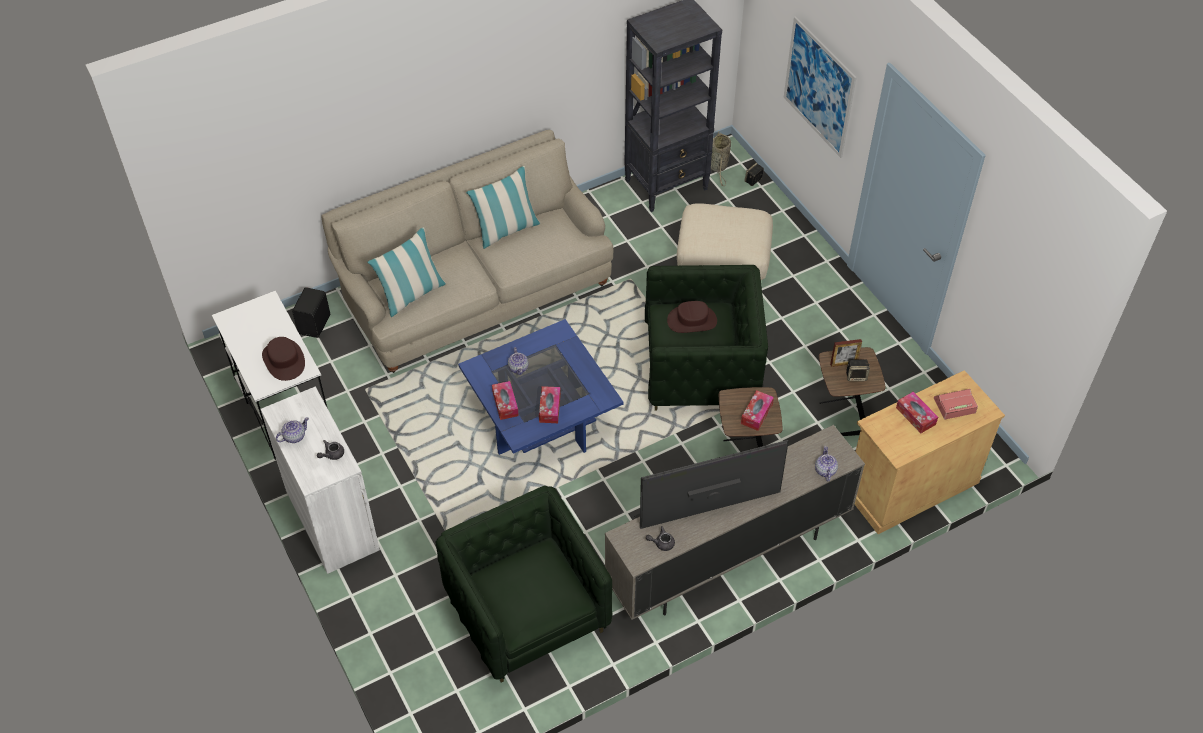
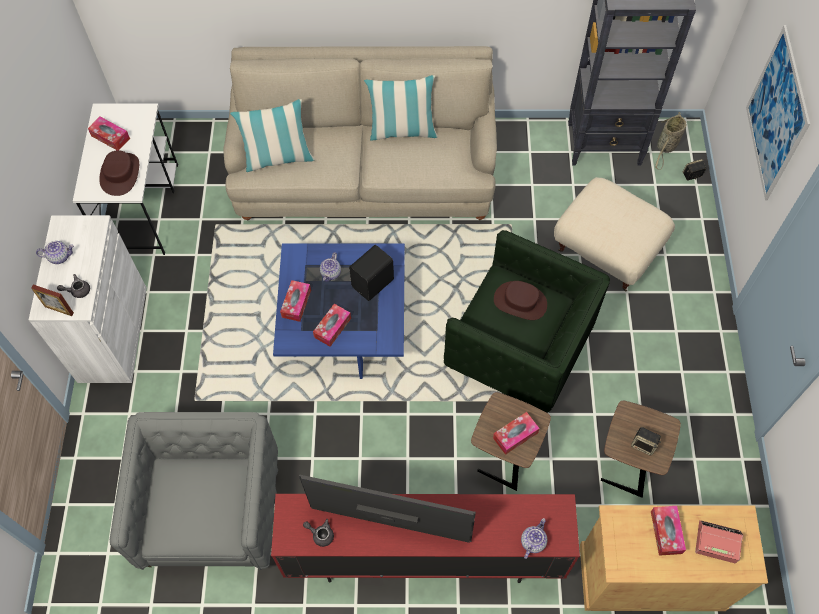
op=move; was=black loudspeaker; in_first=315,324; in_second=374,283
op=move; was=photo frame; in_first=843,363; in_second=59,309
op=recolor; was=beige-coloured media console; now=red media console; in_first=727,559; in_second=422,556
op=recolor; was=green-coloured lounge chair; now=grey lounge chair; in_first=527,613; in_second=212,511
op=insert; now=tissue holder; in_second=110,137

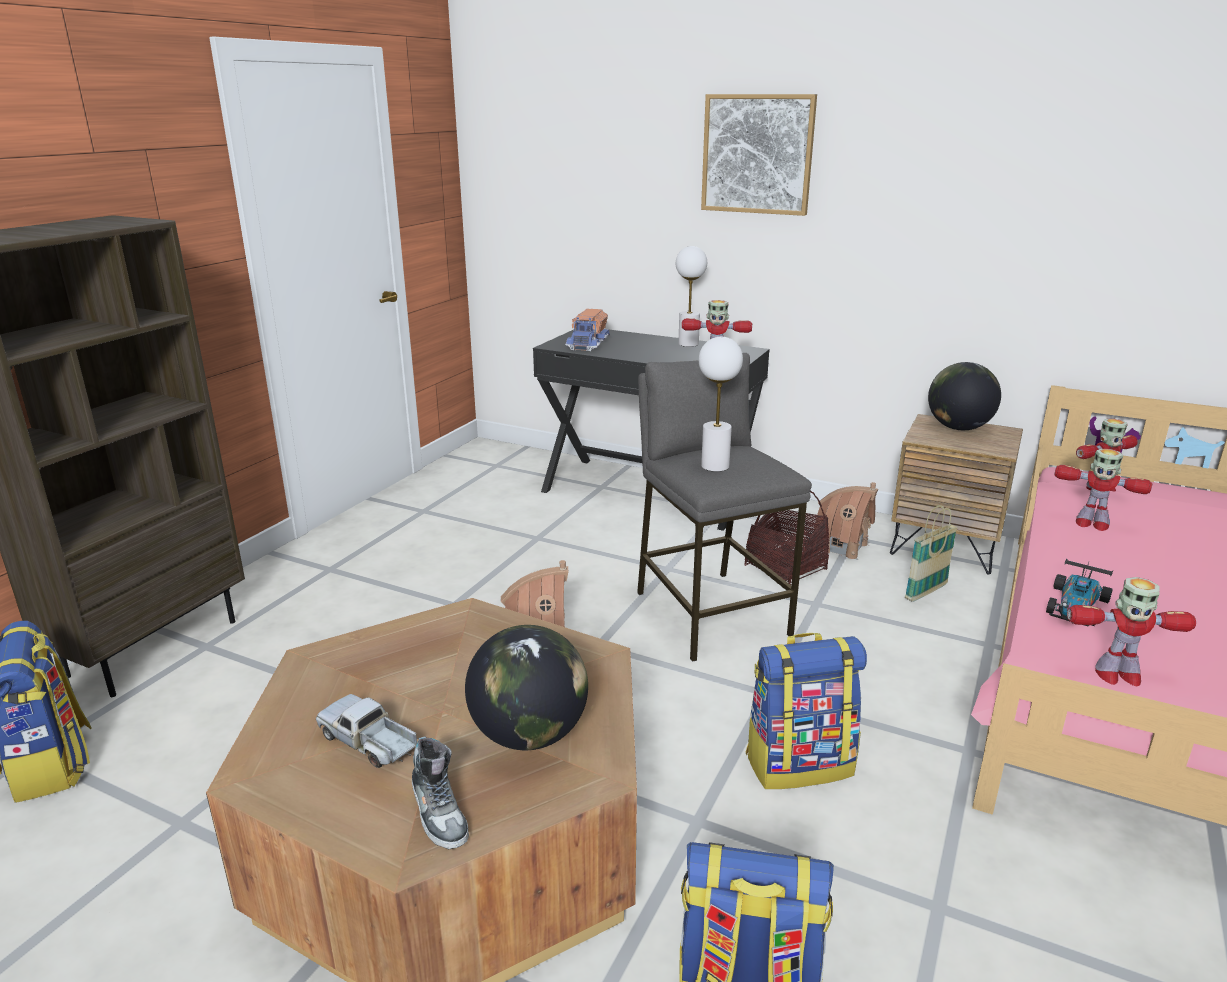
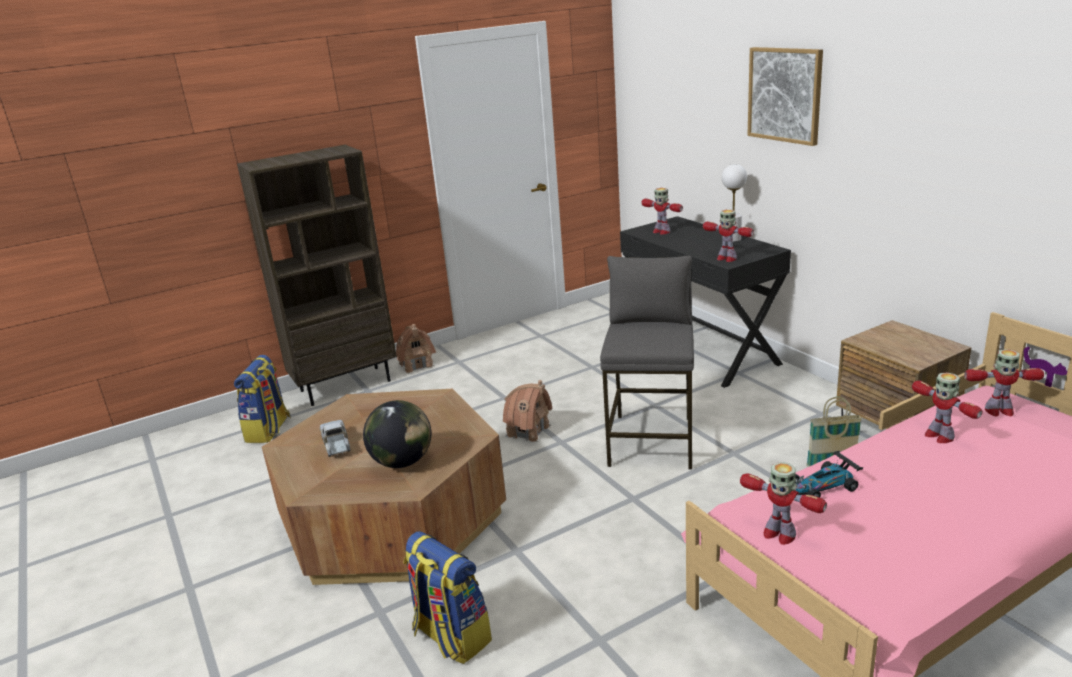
op=replace; was=toy lorry; now=robot figure; in_first=588,343; in_second=661,231
op=delete; was=white table lamp; in_first=715,466
op=delete; was=world globe; in_first=958,428
op=move; was=toy house; in_first=842,546; in_second=416,365
op=delete; was=household basket; in_first=786,568
op=delete; was=backpack; in_first=799,763
op=delete; was=low shoe; in_first=439,812

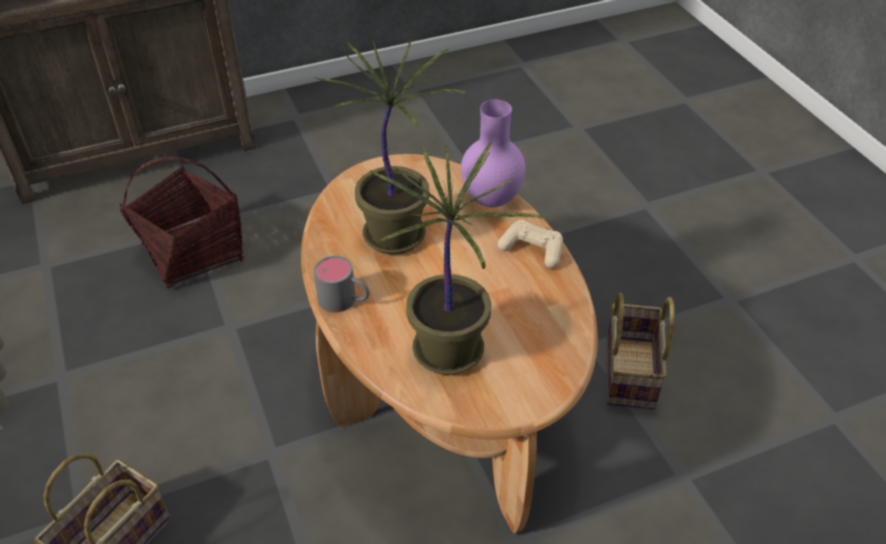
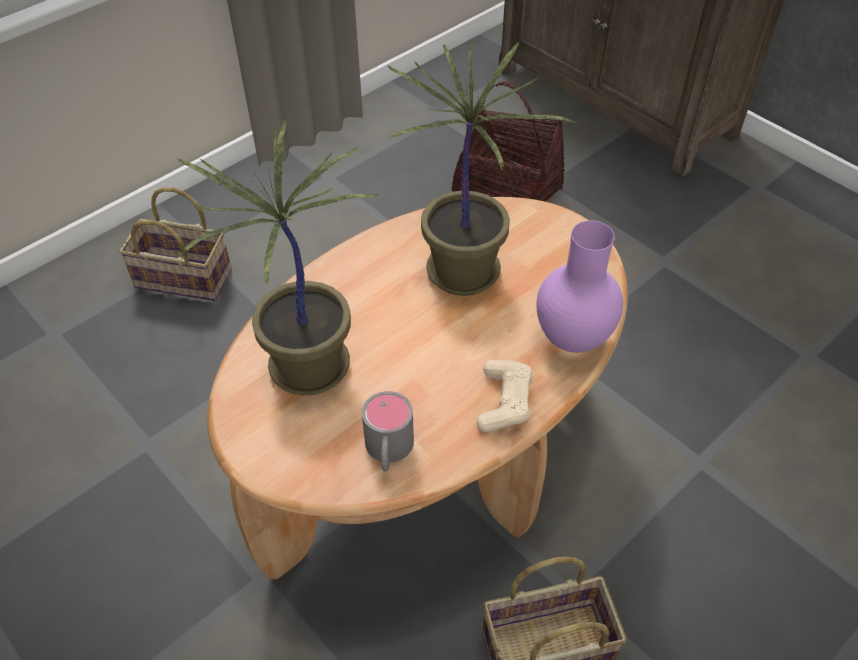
op=move; was=grey mug; in_first=345,301; in_second=388,451

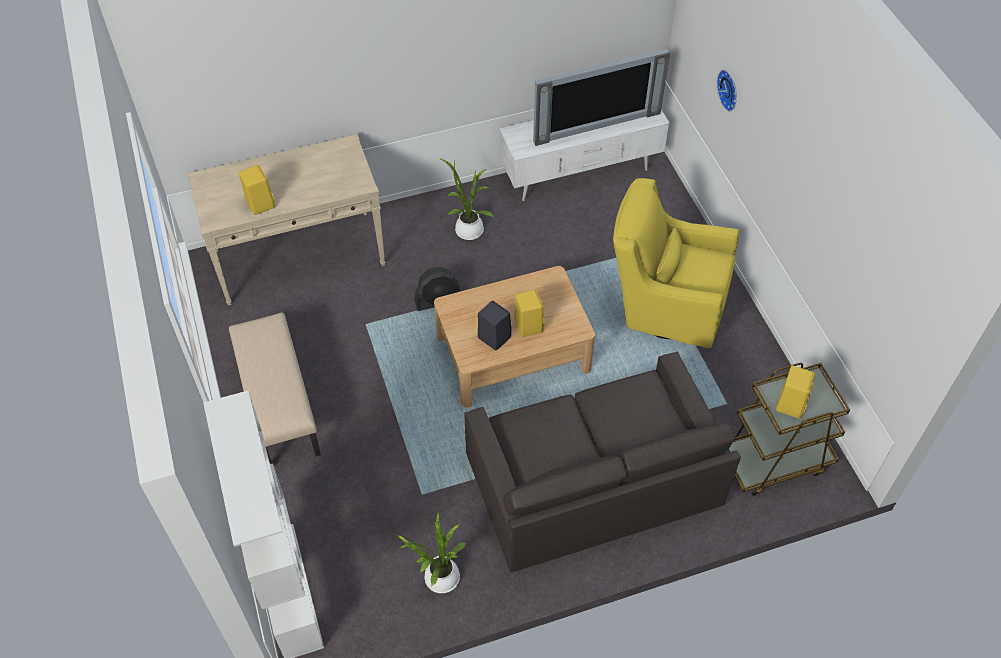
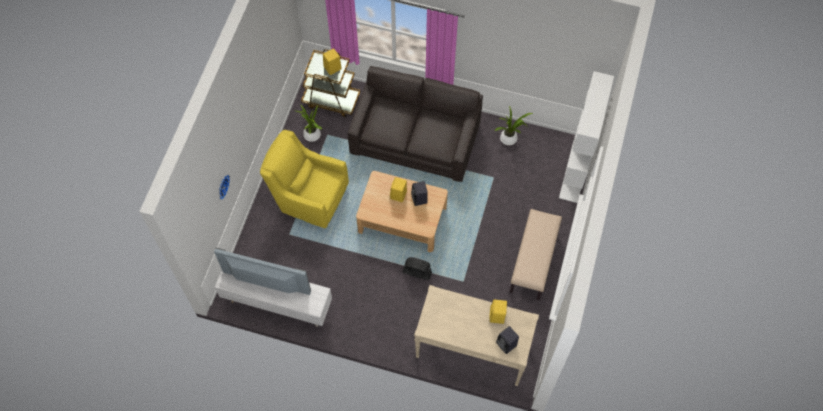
op=move; was=plant in a pot; in_first=467,229; in_second=312,136
op=rotate; was=yellowish lounge chair; in_first=664,306; in_second=309,197; clockwise=150
op=insert; now=black loudspeaker; in_second=507,344

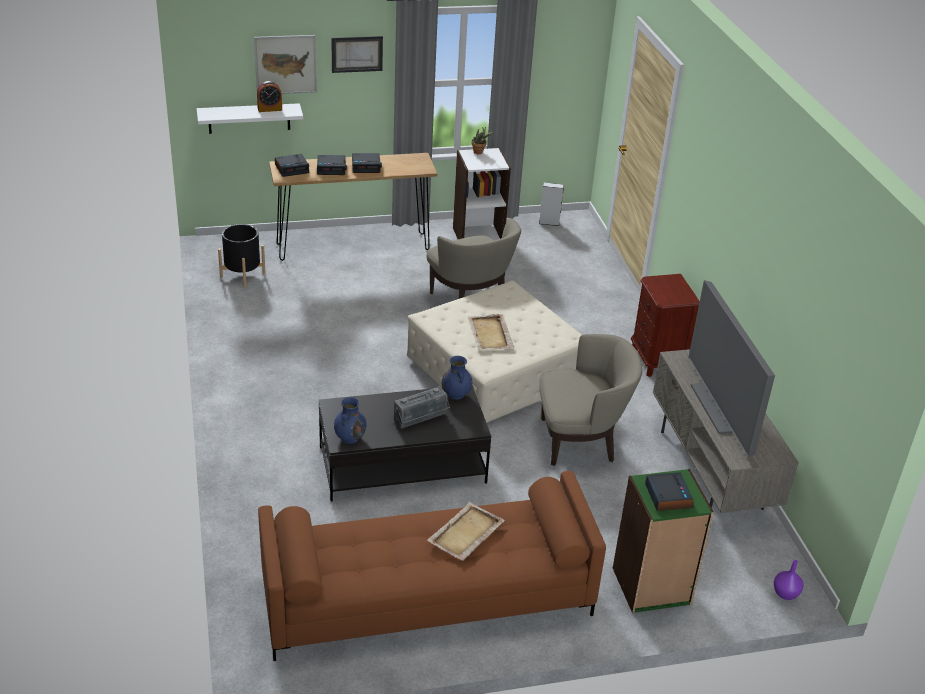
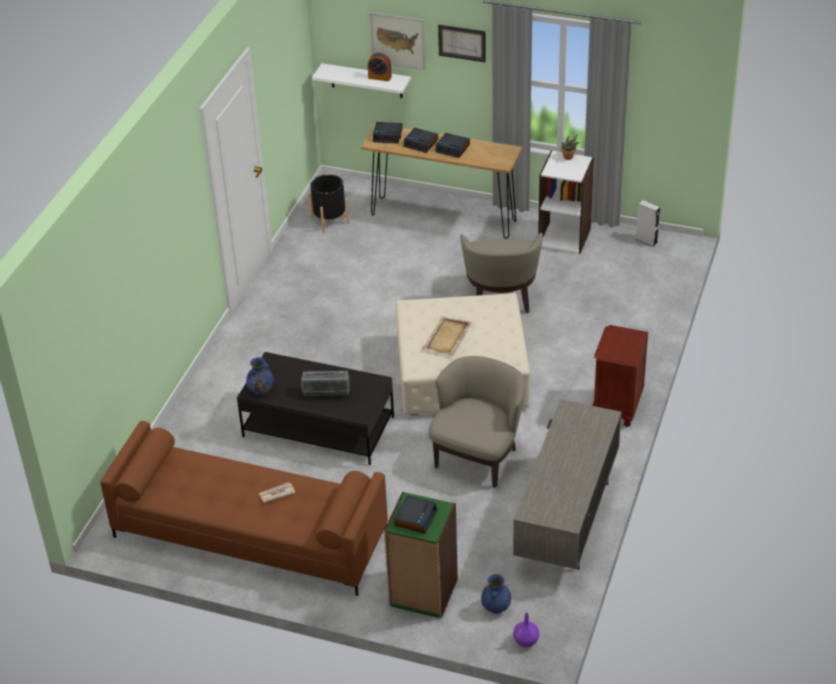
op=delete; was=TV set; in_first=722,408
op=rotate; was=beige-coloured lounge chair; in_first=580,441; in_second=478,457; clockwise=-90
op=move; was=blue vase; in_first=456,394; in_second=496,608
op=replace; was=beige-coloured tray; now=newspaper; in_first=465,533; in_second=276,493

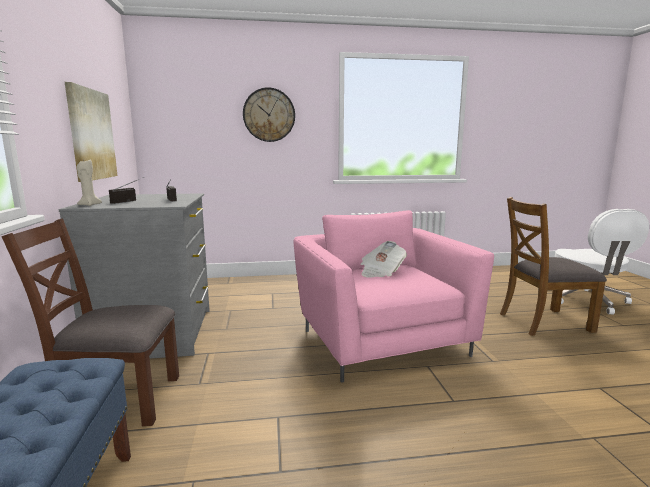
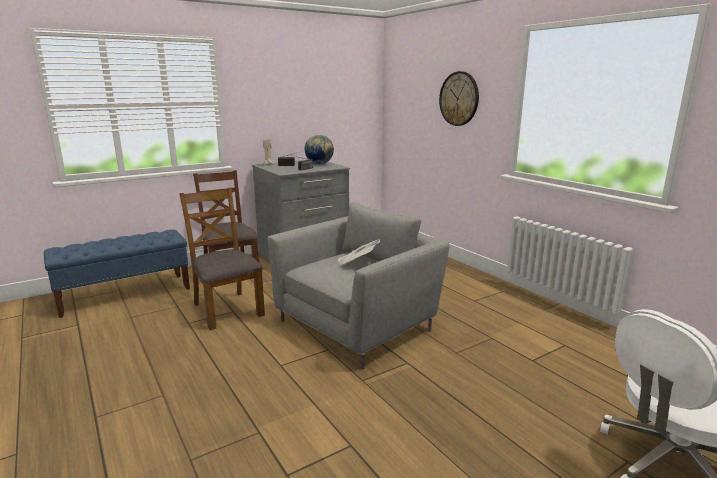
op=delete; was=wall picture; in_first=91,134
op=move; was=brown upright chair; in_first=544,322; in_second=227,309
op=recolor; was=pink-coloured lounge chair; now=grey lounge chair; in_first=381,340; in_second=358,324
op=insert; now=world globe; in_second=319,164

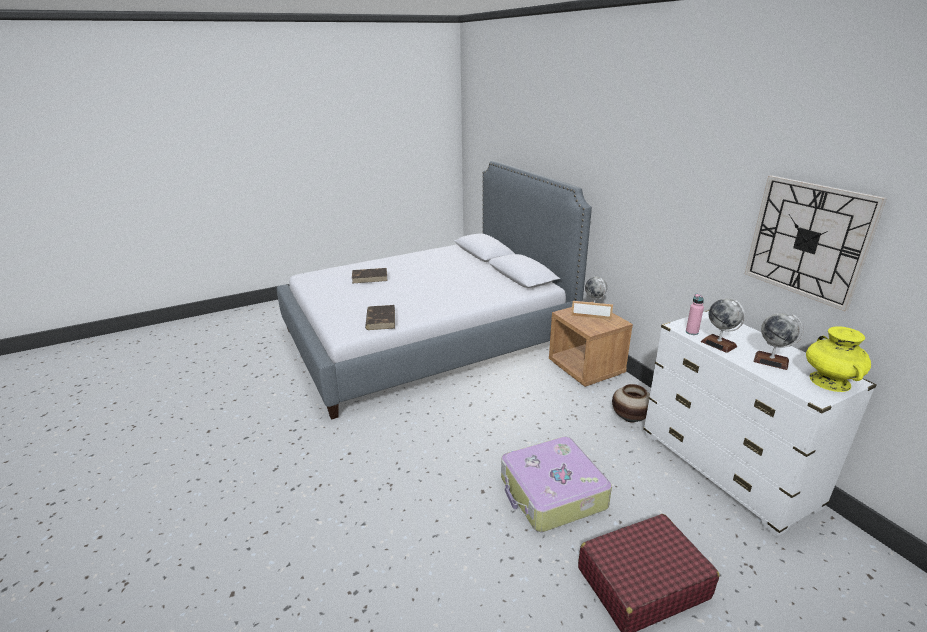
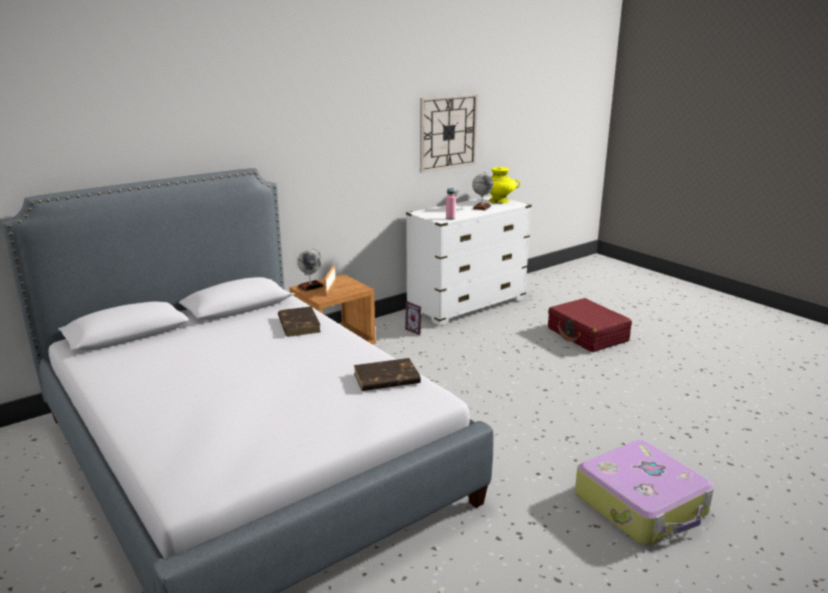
op=move; was=brown volume; in_first=370,277; in_second=299,324
op=delete; was=world globe; in_first=718,344
op=replace; was=vase; now=photo frame; in_first=630,418; in_second=416,330
op=move; was=piece of luggage; in_first=552,493; in_second=642,505

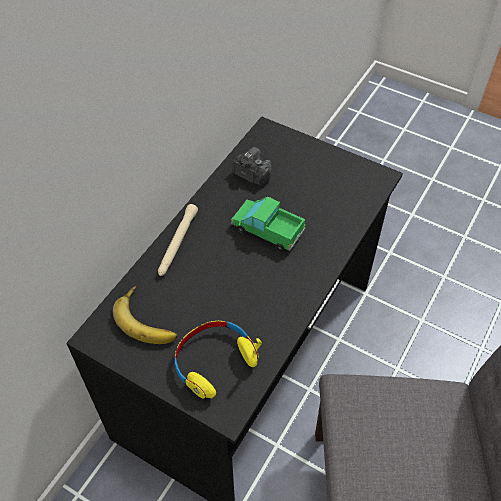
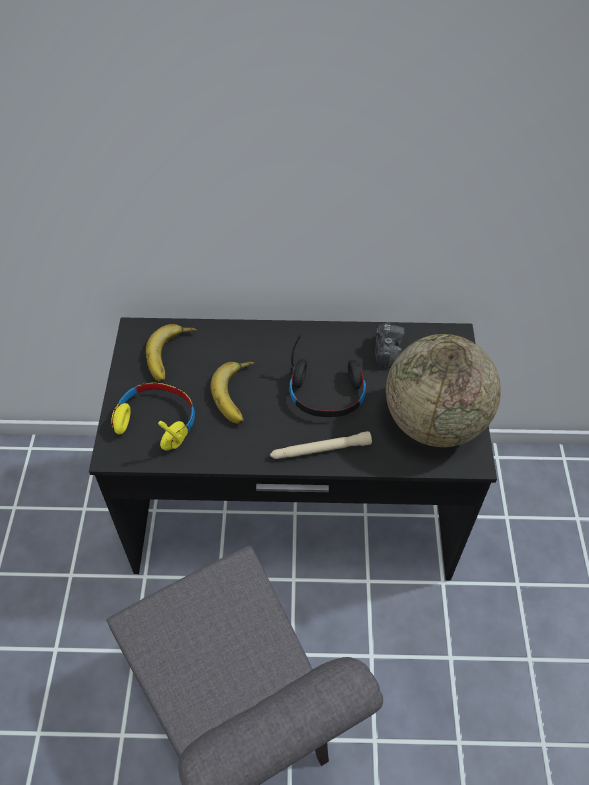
op=replace; was=toy lorry; now=black headphones; in_first=267,230; in_second=327,394
op=move; was=beige-coloured torch; in_first=177,243; in_second=320,450
op=insert; now=world globe; in_second=434,422
op=insert; now=banana fruit; in_second=239,394

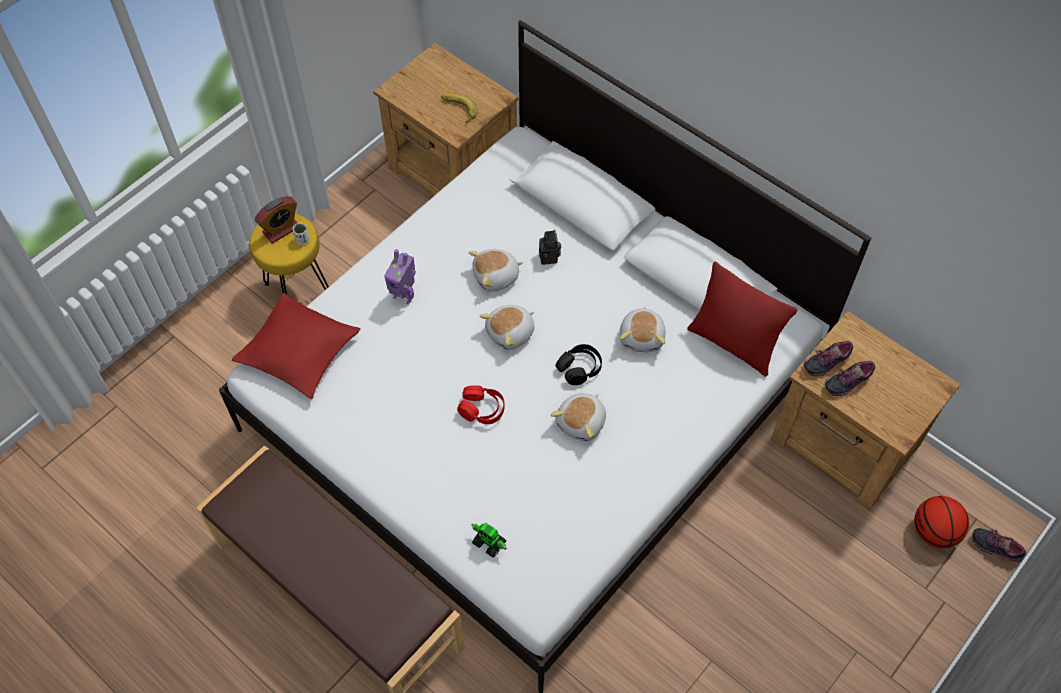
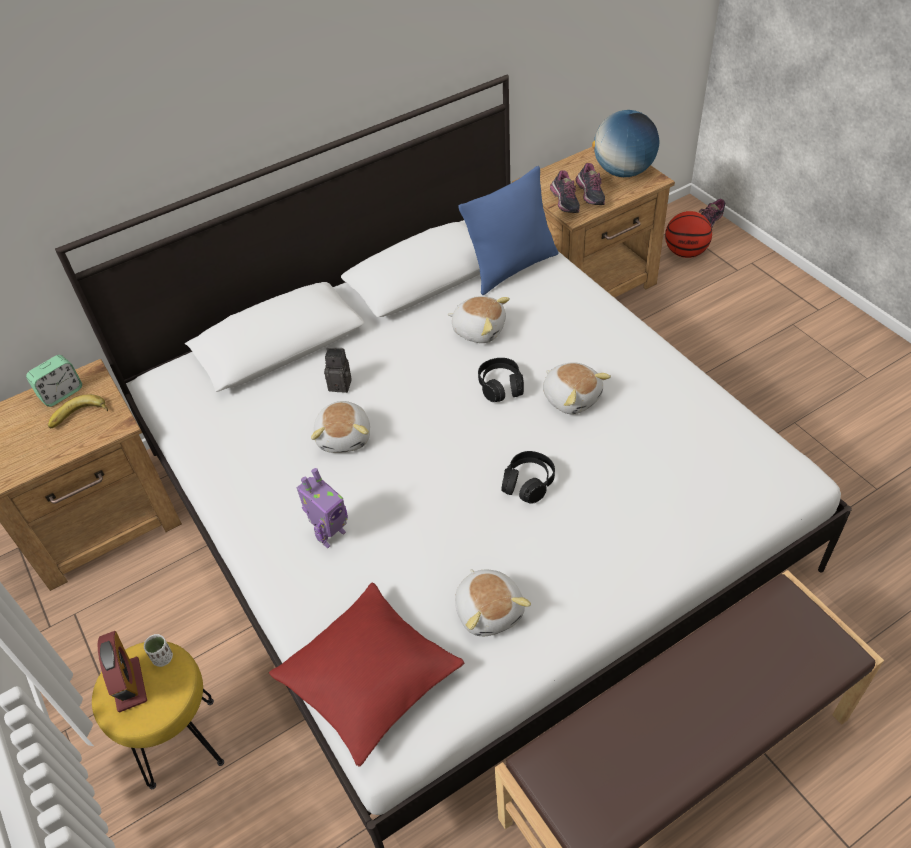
op=recolor; was=red cushion; now=blue cushion; in_first=733,344; in_second=512,268
op=move; was=cuddly toy; in_first=511,333; in_second=490,610
op=recolor; was=red headphones; now=black headphones; in_first=482,409; in_second=528,483
op=delete; was=robot figure; in_first=489,543
op=insert; now=world globe; in_second=623,171
op=insert; now=bedside clock; in_second=61,393

